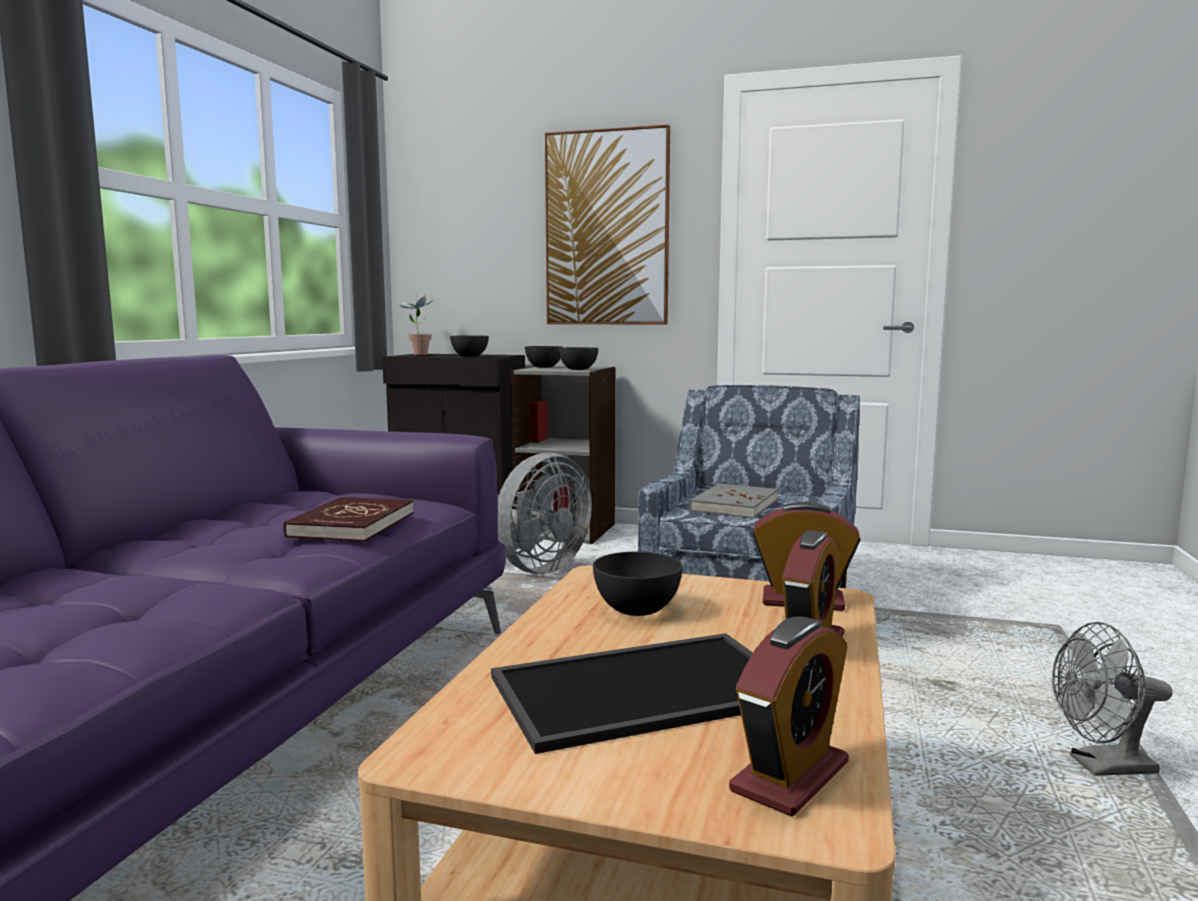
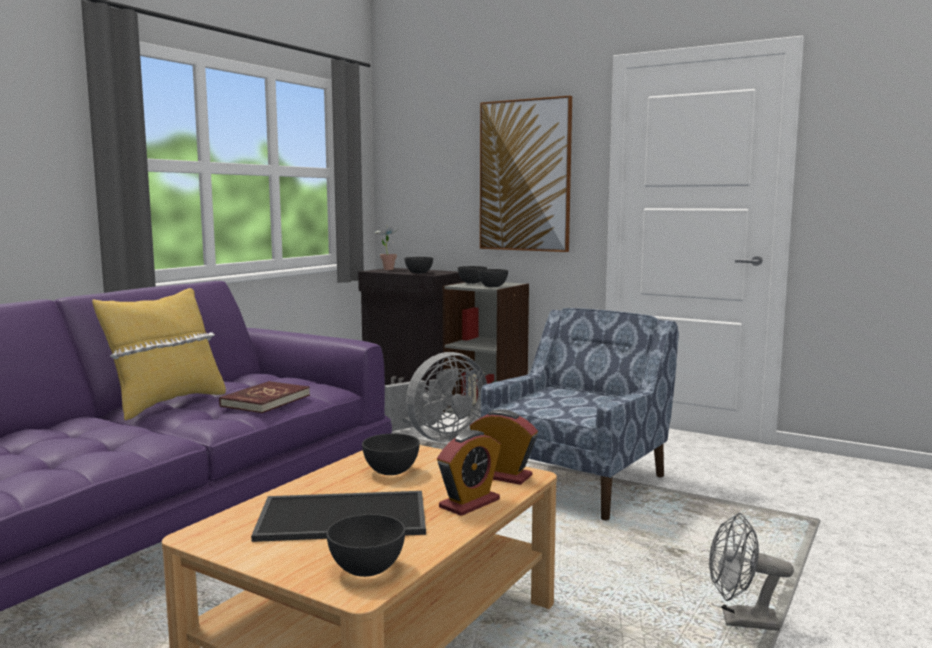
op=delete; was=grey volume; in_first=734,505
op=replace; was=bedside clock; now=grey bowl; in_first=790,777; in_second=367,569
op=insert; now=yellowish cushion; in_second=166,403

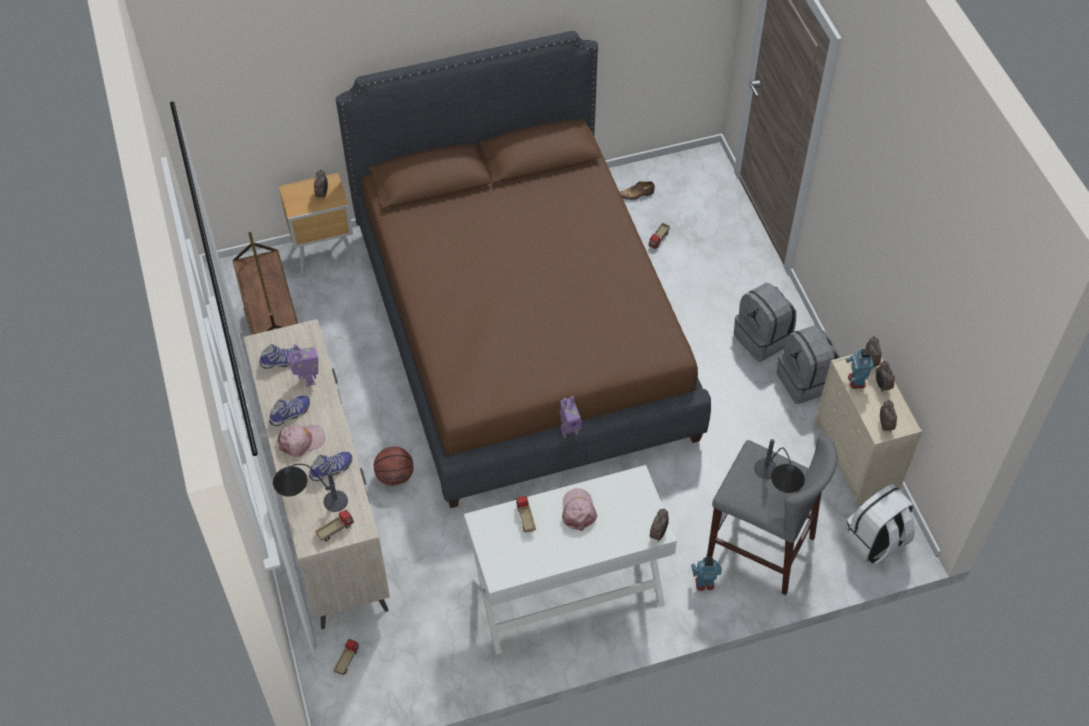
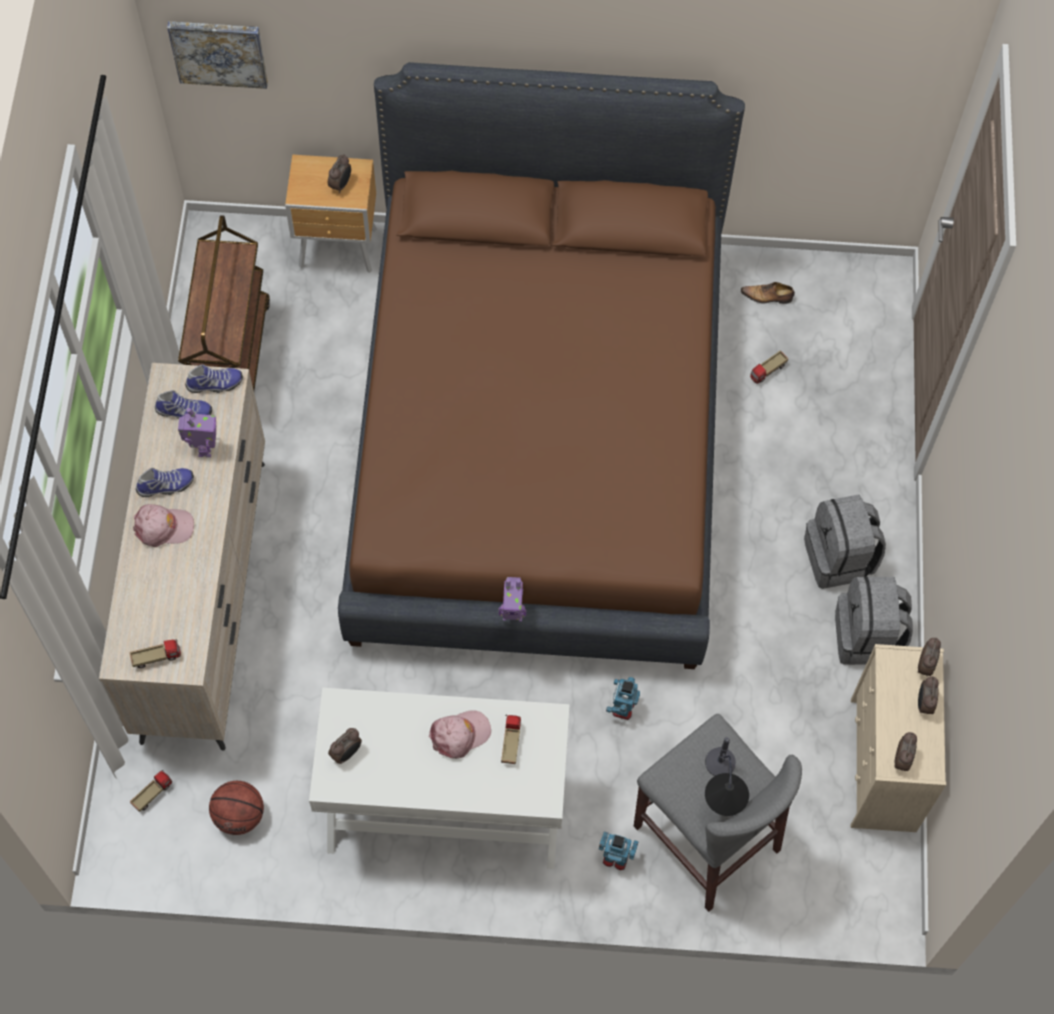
op=move; was=robot figure; in_first=856,381; in_second=622,707
op=move; was=basketball ball; in_first=395,476; in_second=239,815
op=move; was=low shoe; in_first=331,469; in_second=215,384
op=delete; was=table lamp; in_first=310,502
op=delete; was=white backpack; in_first=875,541
op=rotate; was=pink-coloured cap; in_first=578,511; in_second=460,735; clockwise=45
op=move; was=toy lorry; in_first=525,518; in_second=510,743
op=move; was=bedside clock; in_first=658,533; in_second=347,753
op=insert; now=wall picture; in_second=219,52

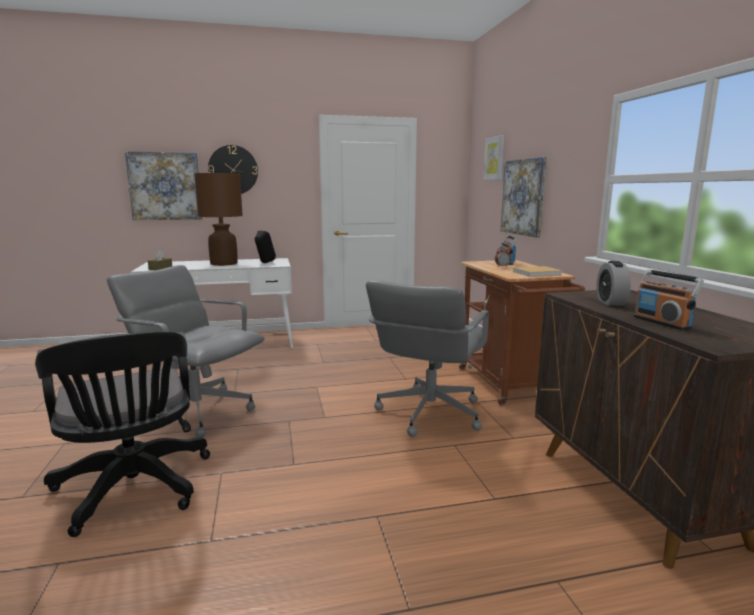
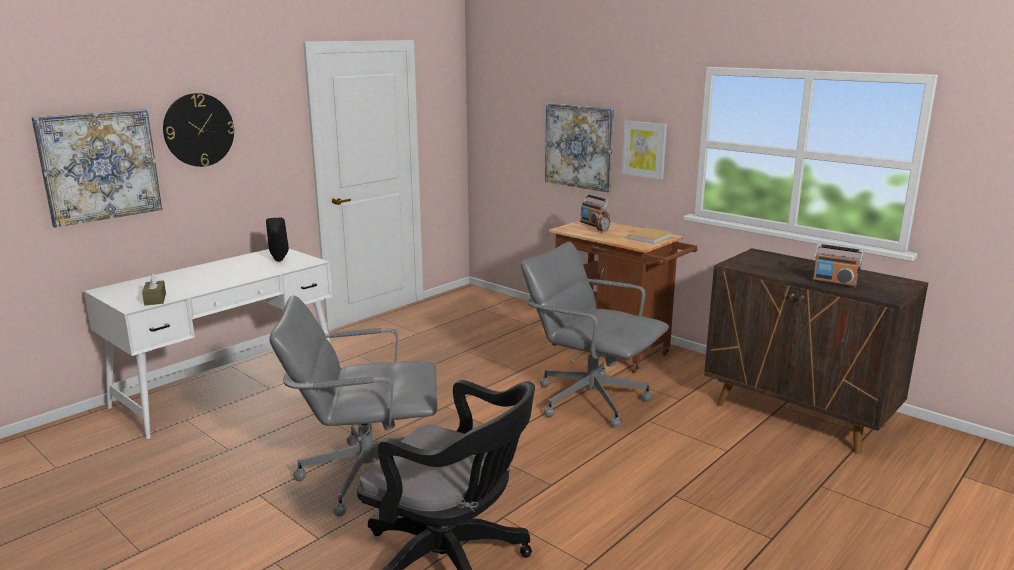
op=move; was=wall picture; in_first=494,158; in_second=644,149
op=delete; was=brown table lamp; in_first=223,264
op=delete; was=bedside clock; in_first=610,302
op=rotate; was=grey office chair; in_first=428,413; in_second=590,399; clockwise=135

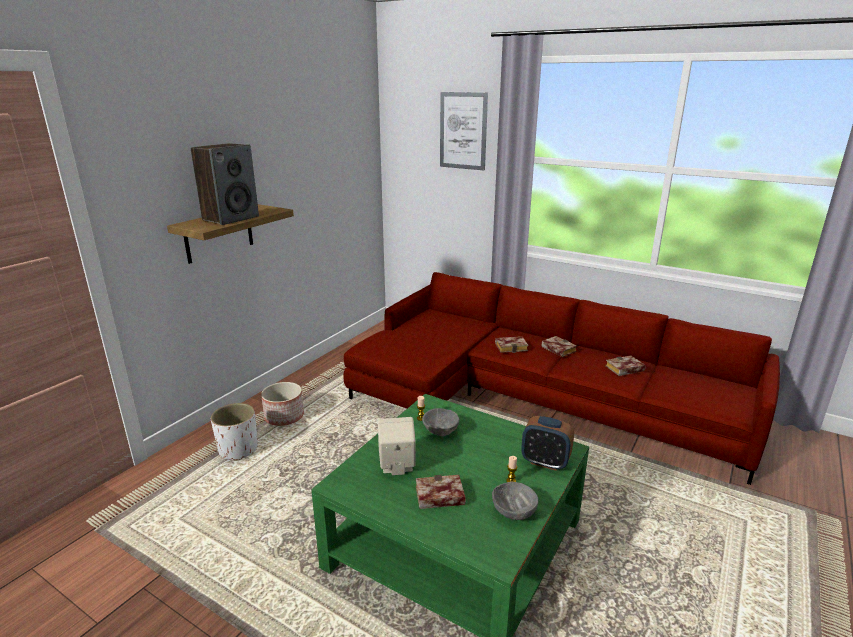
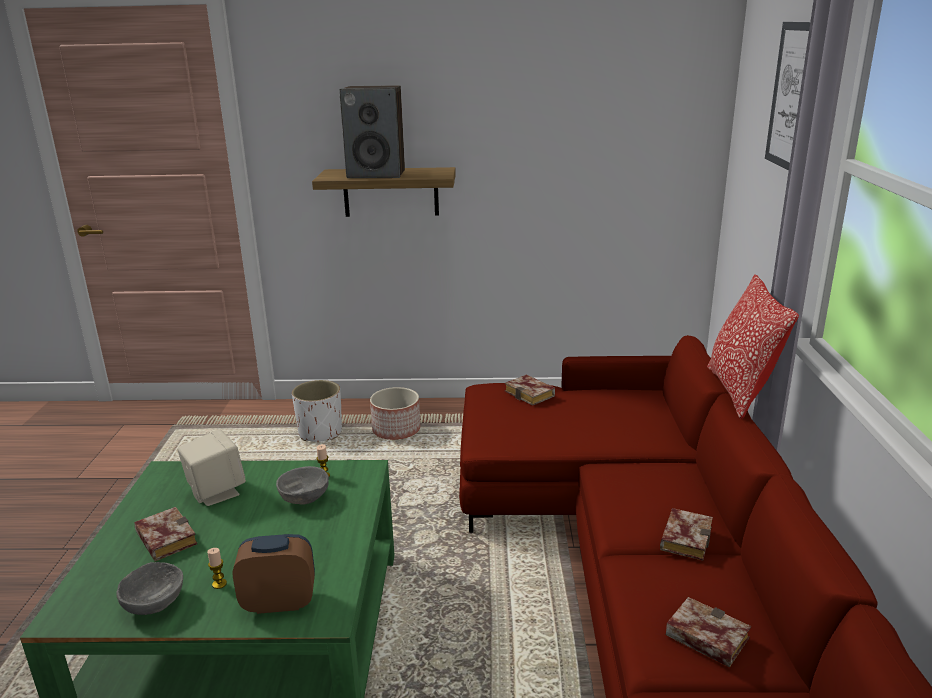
op=move; was=volume; in_first=512,347; in_second=531,394
op=rotate; was=bedside clock; in_first=545,462; in_second=279,602; clockwise=90
op=insert; now=cushion; in_second=740,391

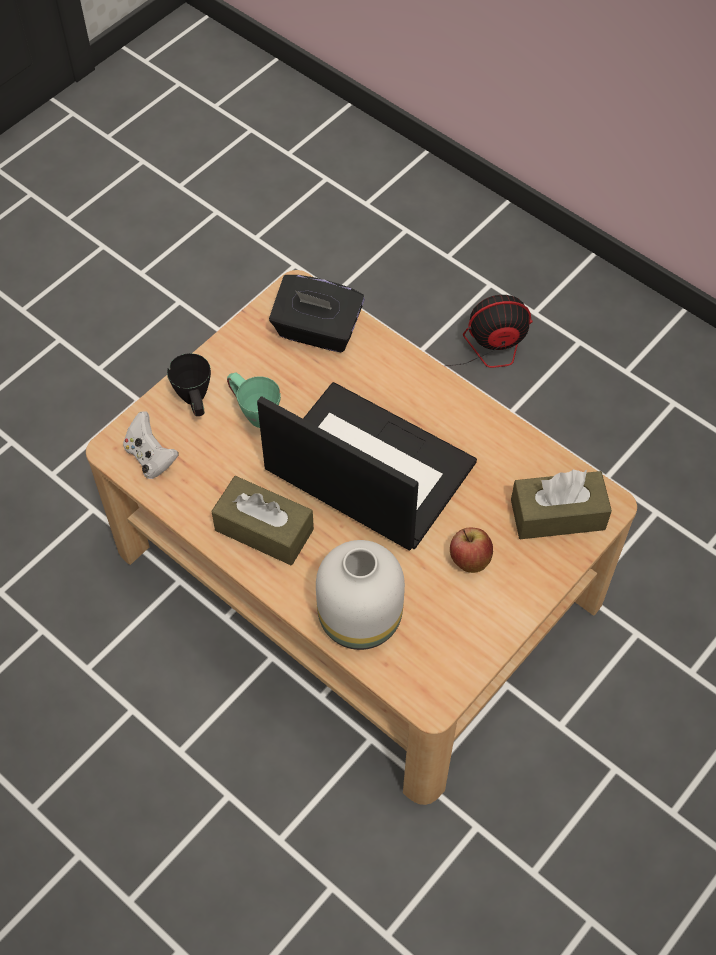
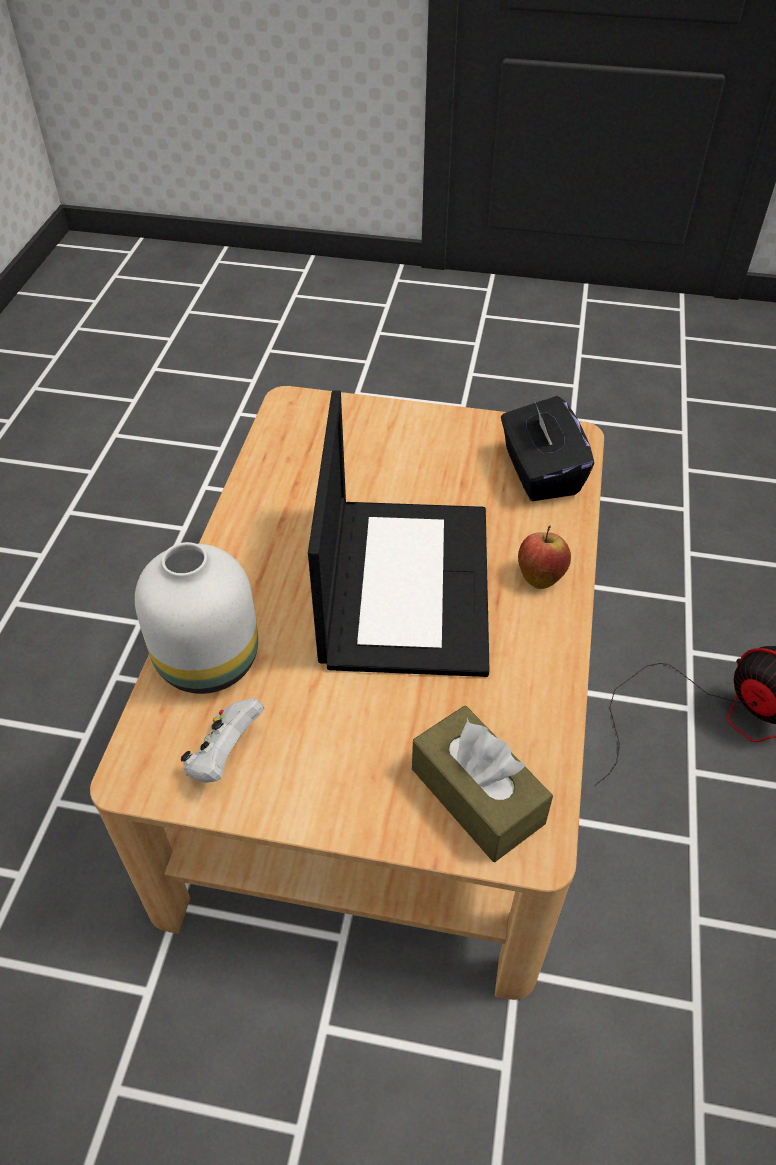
op=delete; was=black mug; in_first=195,404
op=delete; was=green-coloured mug; in_first=253,413
op=move; was=white gamepad; in_first=151,457; in_second=224,756
op=delete; was=brown tissue holder; in_first=264,530
op=move; was=whole apple; in_first=469,560; in_second=540,576

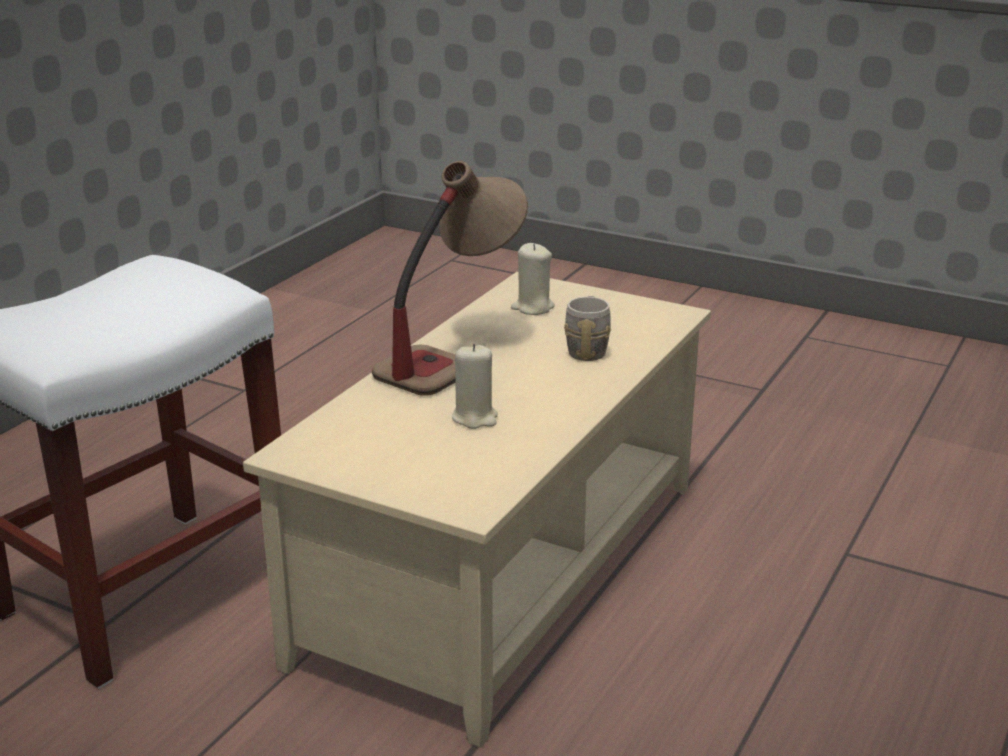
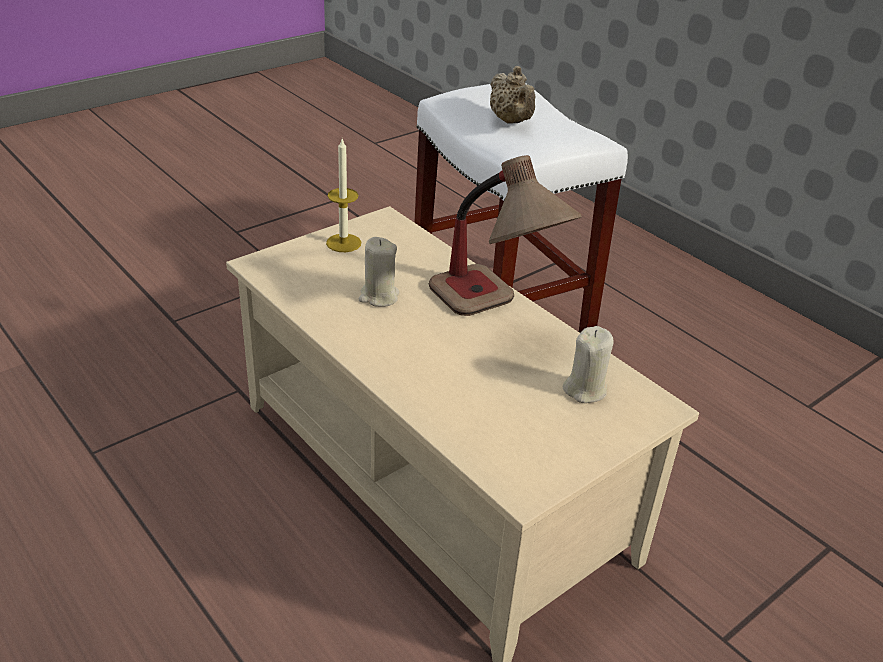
op=delete; was=grey mug; in_first=587,349
op=insert; now=beige-coloured tea pot; in_second=511,121
op=insert; now=wax candle; in_second=343,243

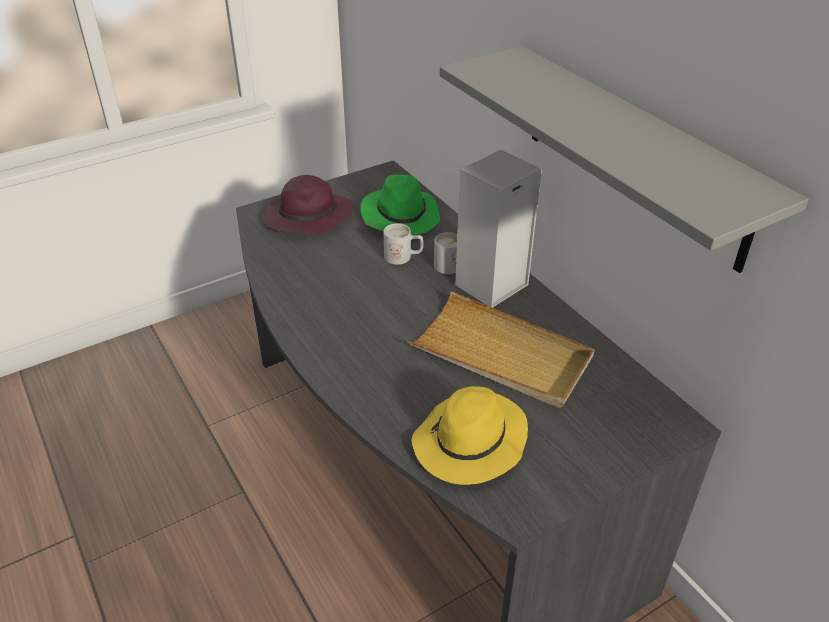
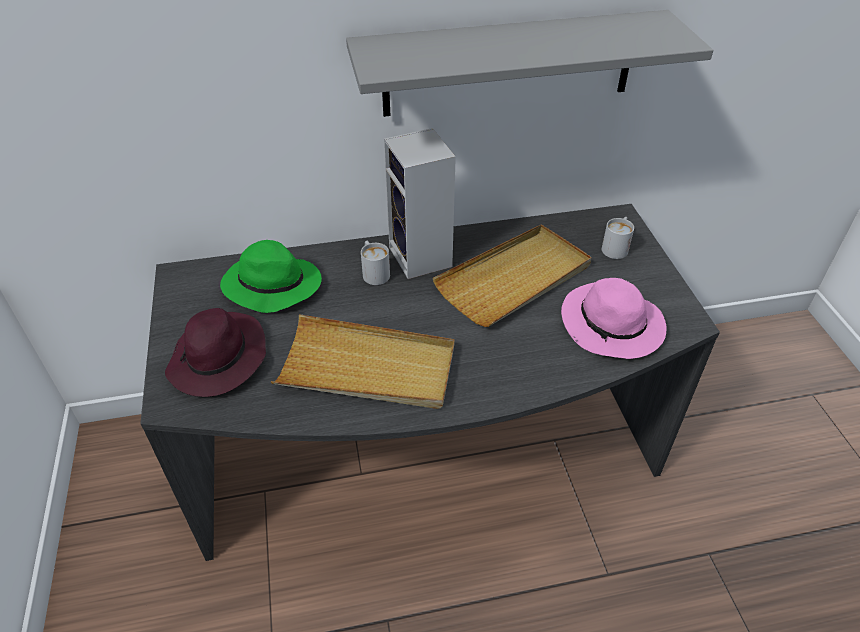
op=move; was=white mug; in_first=403,257; in_second=616,247
op=recolor; was=yellowish clothing hat; now=pink-coloured clothing hat; in_first=470,443; in_second=612,326
op=insert; now=beige-coloured tray; in_second=367,367

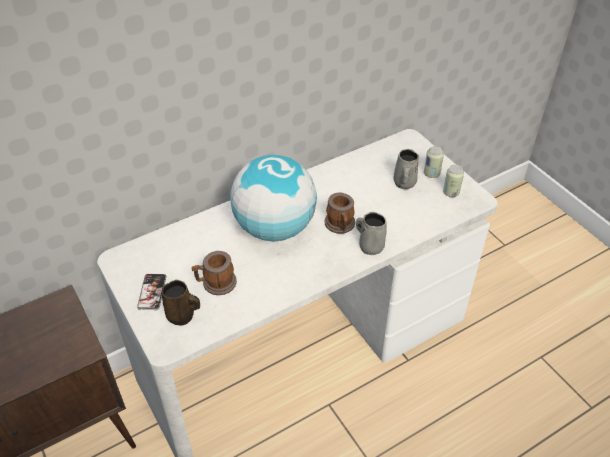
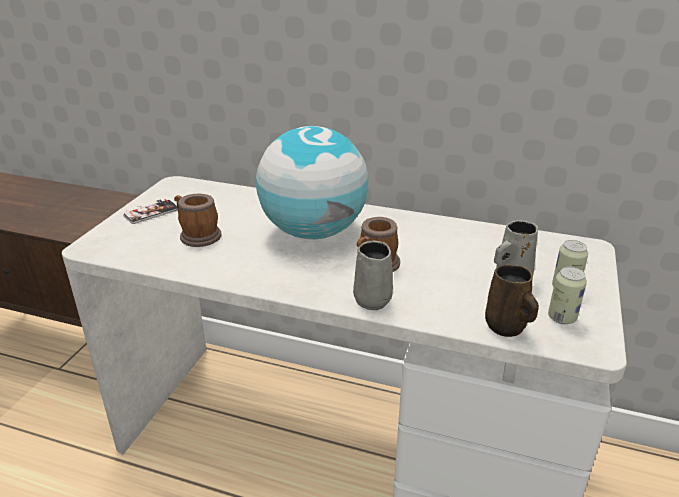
op=move; was=brown mug; in_first=182,316; in_second=506,327

